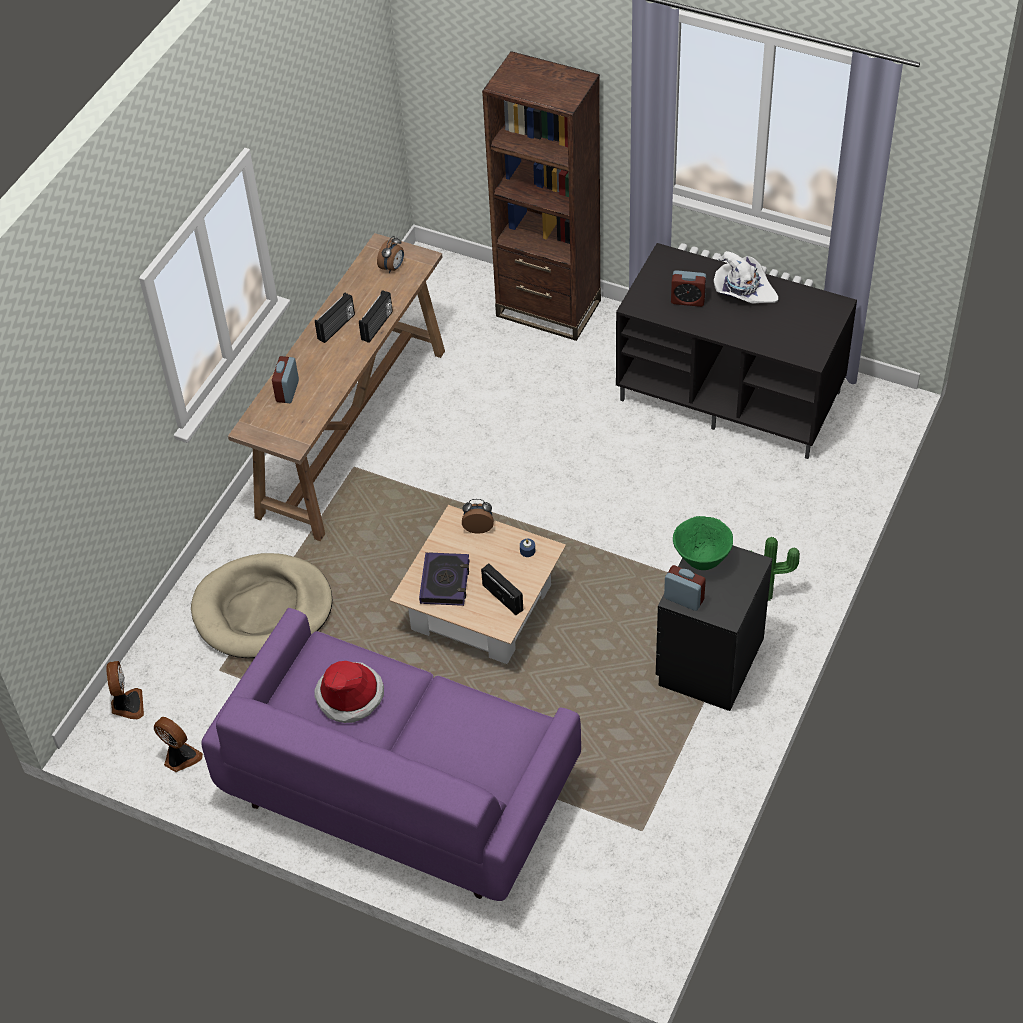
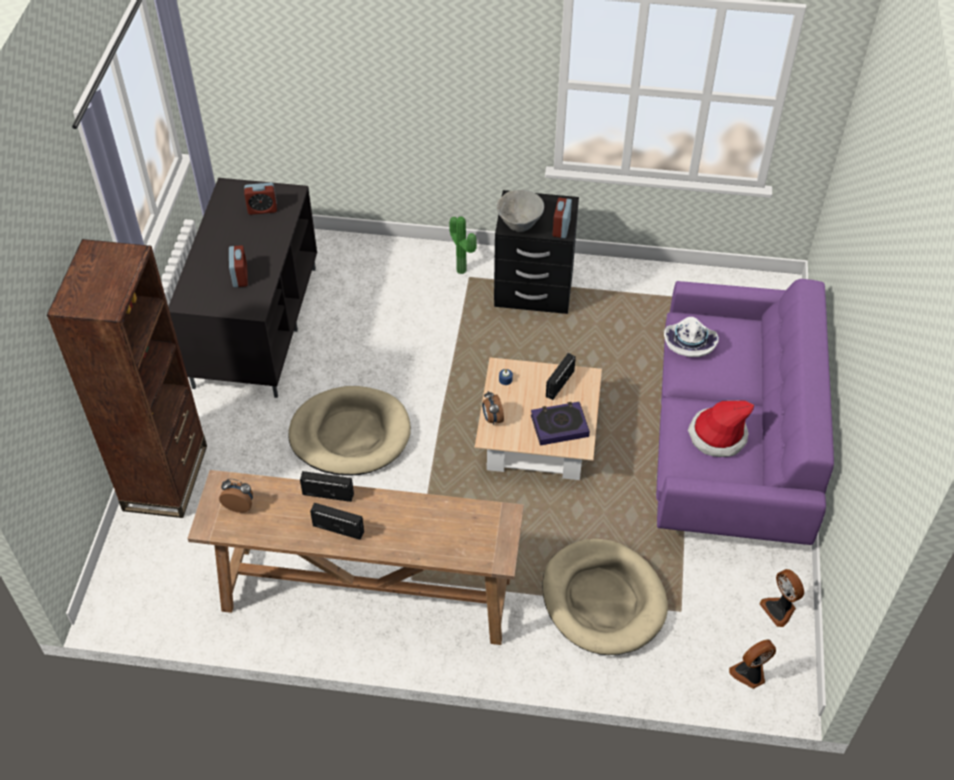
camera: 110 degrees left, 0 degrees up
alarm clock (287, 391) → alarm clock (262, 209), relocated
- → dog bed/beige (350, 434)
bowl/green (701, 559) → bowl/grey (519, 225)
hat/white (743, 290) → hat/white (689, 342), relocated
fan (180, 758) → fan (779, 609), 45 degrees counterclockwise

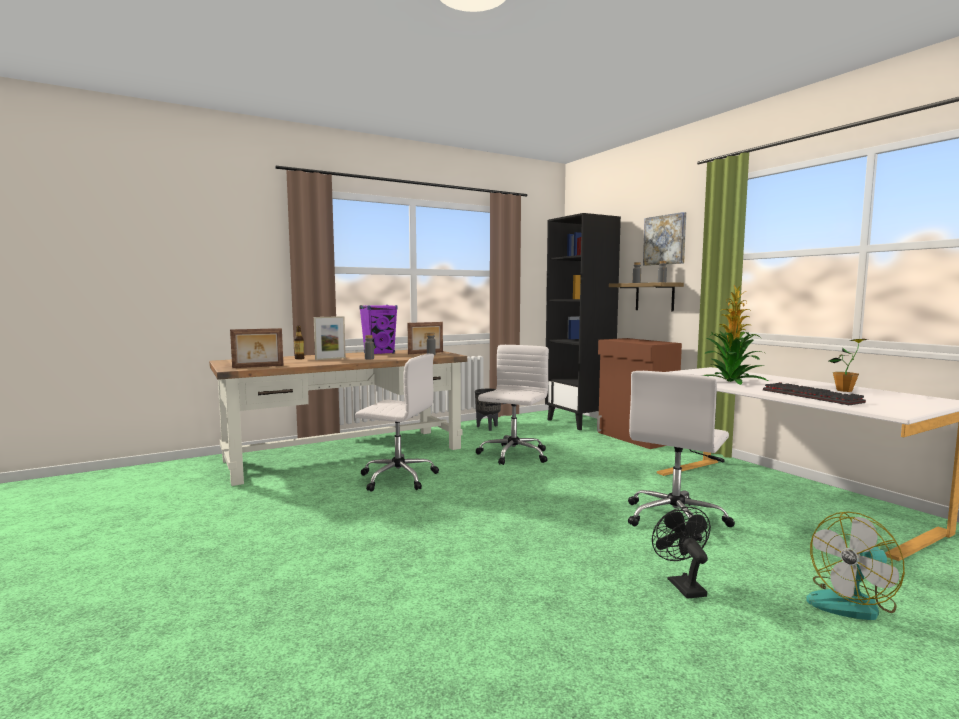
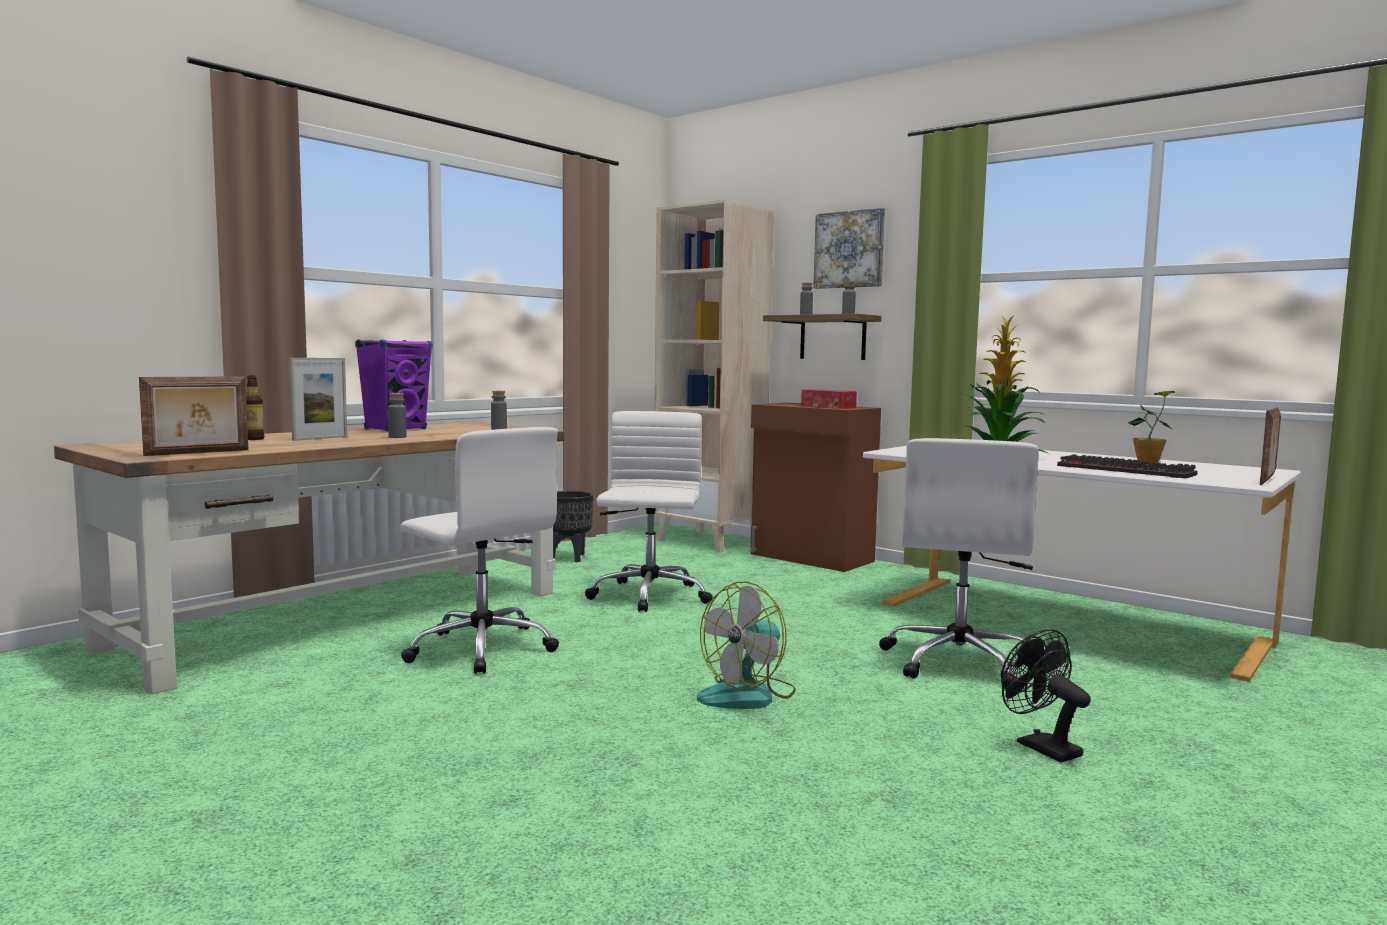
camera: 20 degrees left, 0 degrees up
office chair/white (397, 478) → office chair/white (481, 648), 45 degrees clockwise
bookcase/black (579, 422) → bookcase/beige (710, 541)
fan (852, 603) → fan (748, 695), relocated
- → tissue box (828, 407)
picture frame (426, 353) → picture frame (1268, 480), relocated

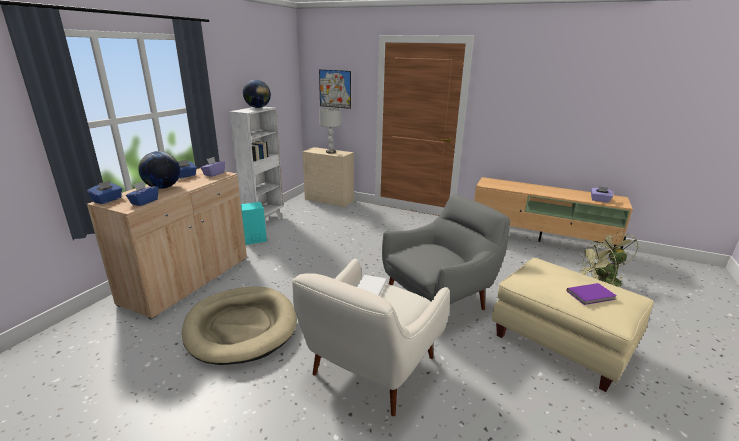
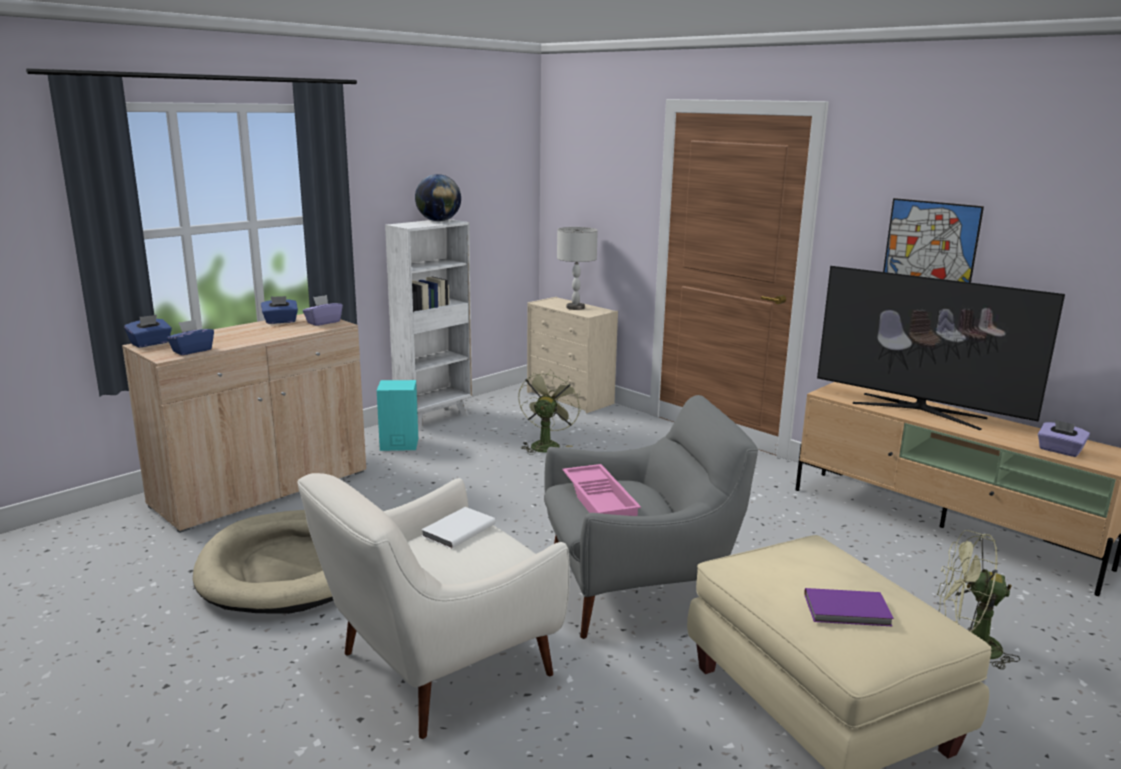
camera: 20 degrees right, 5 degrees down
fan/green (606, 279) → fan/green (546, 445), relocated
- → tray/pink (601, 500)
- → television (918, 410)
picture (335, 89) → picture (930, 246), relocated
globe (163, 187) → -

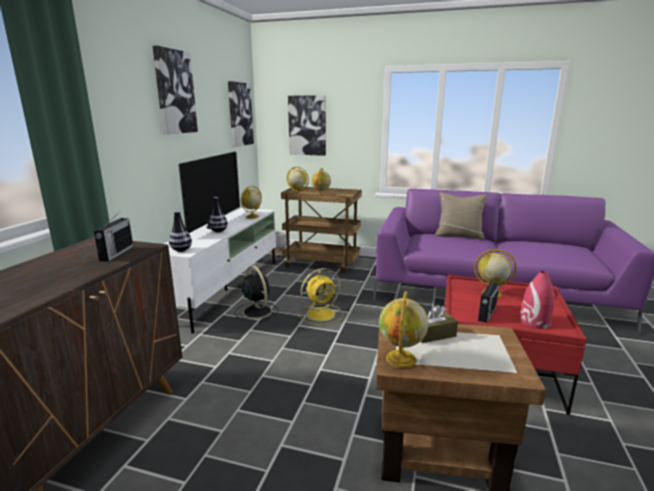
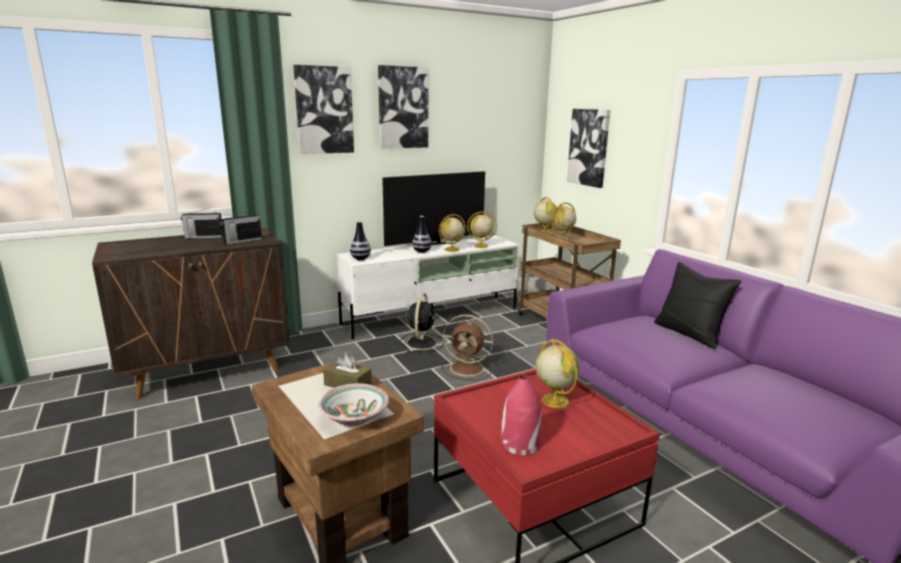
camera: 45 degrees right, 0 degrees up
radio (486, 314) → radio (203, 237), relocated
picture (239, 114) → picture (324, 110), relocated
- → bowl (355, 417)
globe (401, 359) → globe (451, 250), relocated
fan/yellow (322, 314) → fan/brown (468, 368)
pillow/beige (459, 235) → pillow/black (689, 333)

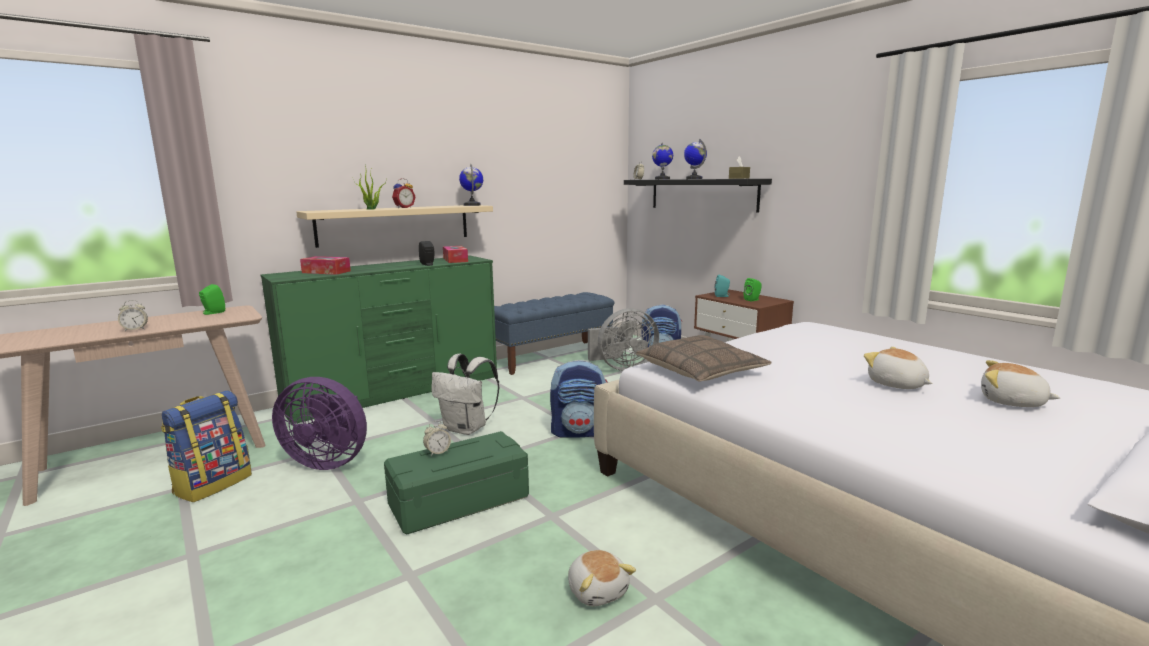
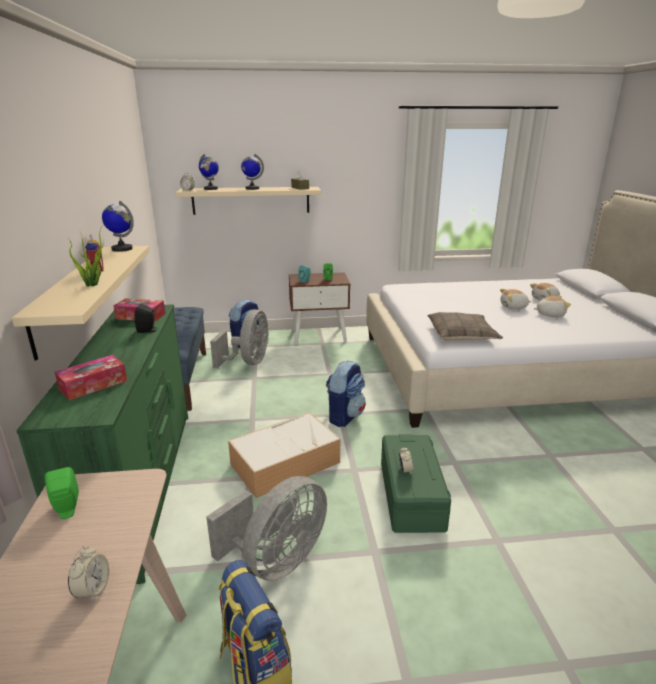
camera: 60 degrees left, 10 degrees up
shelf/black (702, 194) → shelf/beige (251, 200)
fan/purple (329, 461) → fan/grey (277, 561)
backpack/white (467, 428) → storage box (286, 462)
plush toy (598, 590) → plush toy (550, 314), relocated

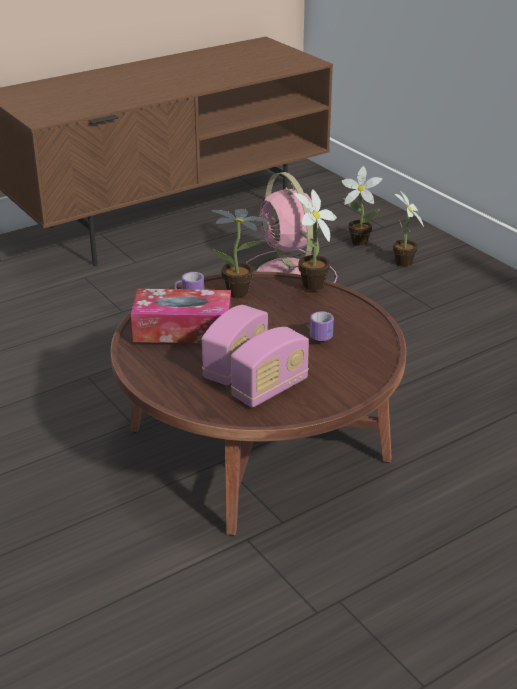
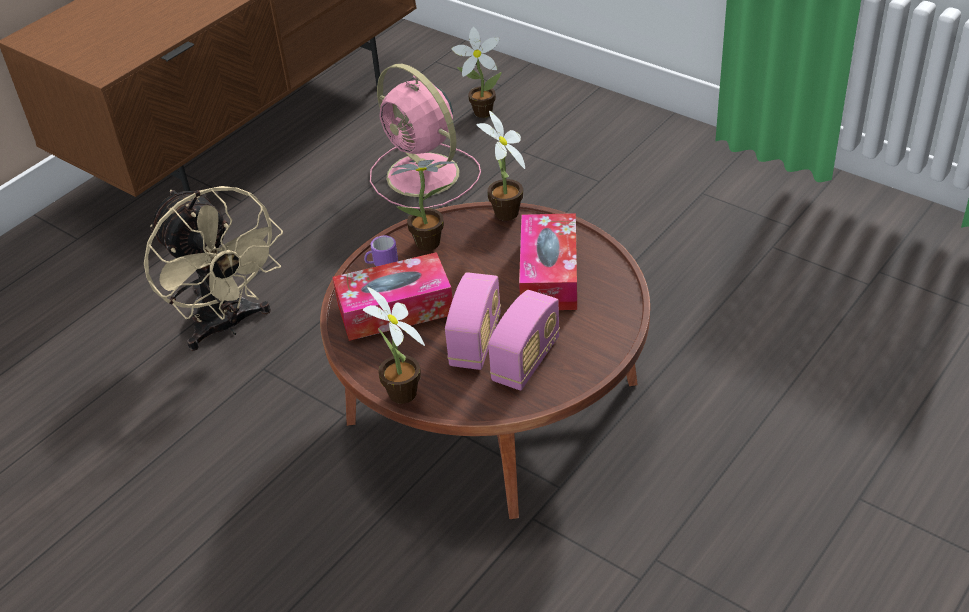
camera: 15 degrees left, 10 degrees up
- → fan/beige (227, 325)
potted plant (403, 264) → potted plant (402, 397), relocated
mug (325, 334) → tissue box (549, 274)

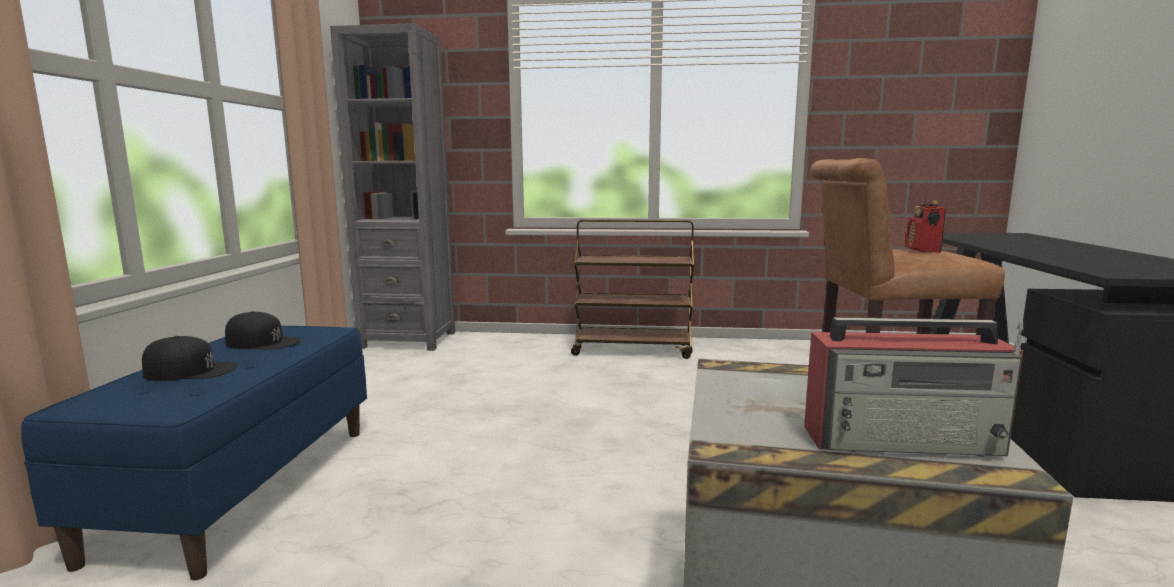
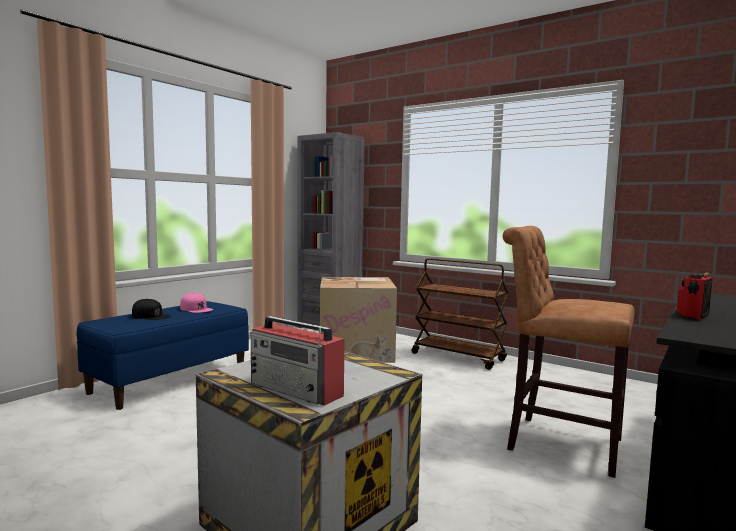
camera: 30 degrees right, 5 degrees down
cap/black (263, 342) → cap/pink (196, 309)
- → cardboard box (357, 351)
radio (923, 250) → radio (692, 315), relocated

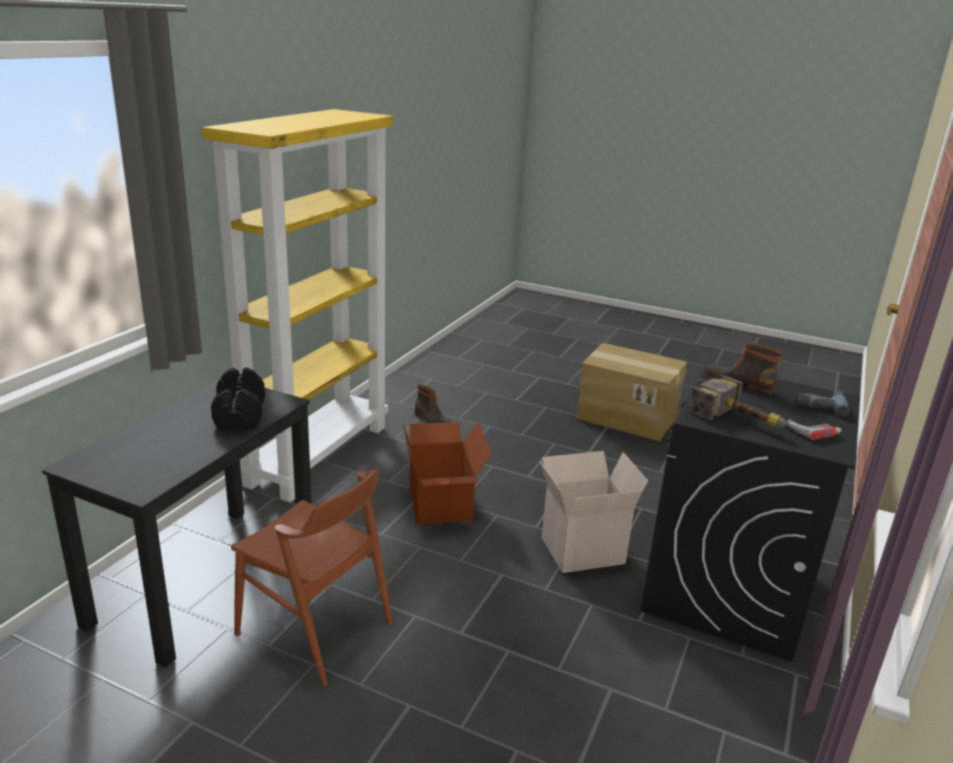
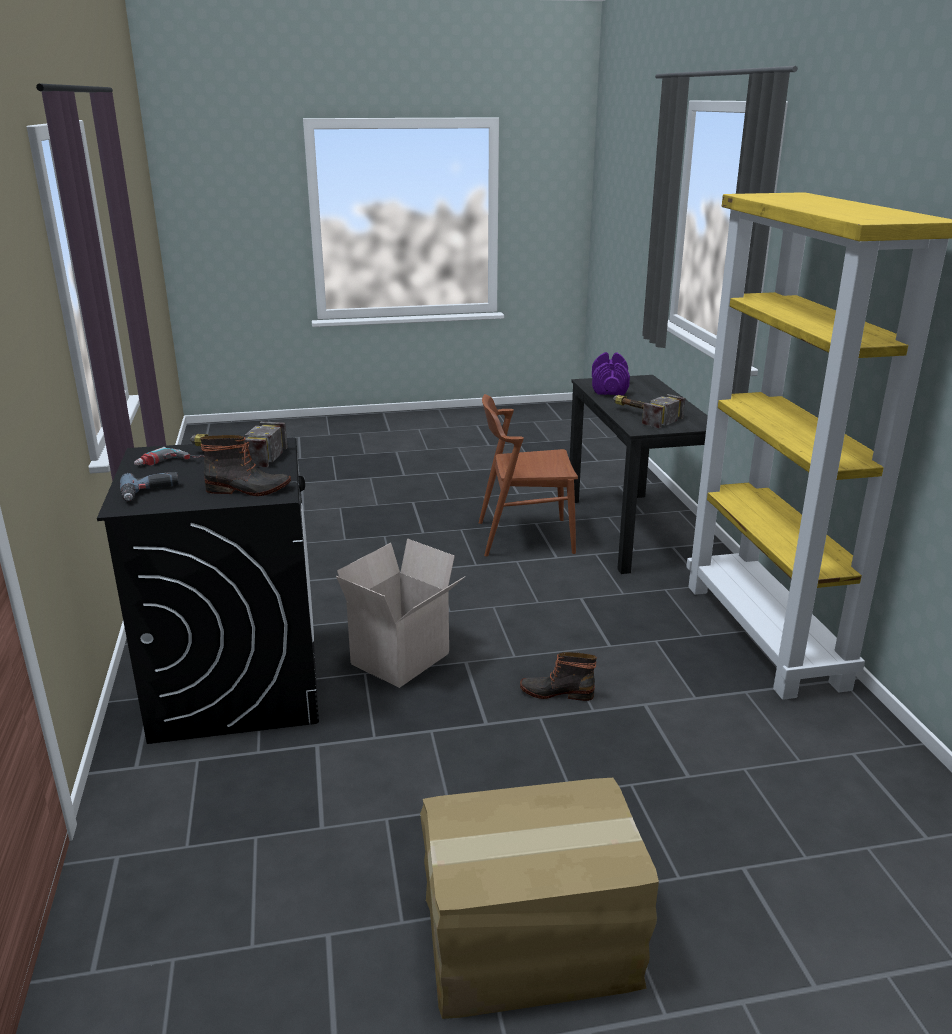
camera: 145 degrees right, 0 degrees up
boot (431, 420) → boot (557, 692), relocated
- → dumbbell/purple (609, 388)
dumbbell/black (240, 415) → hammer (641, 415)
cardboard box (441, 503) → -

